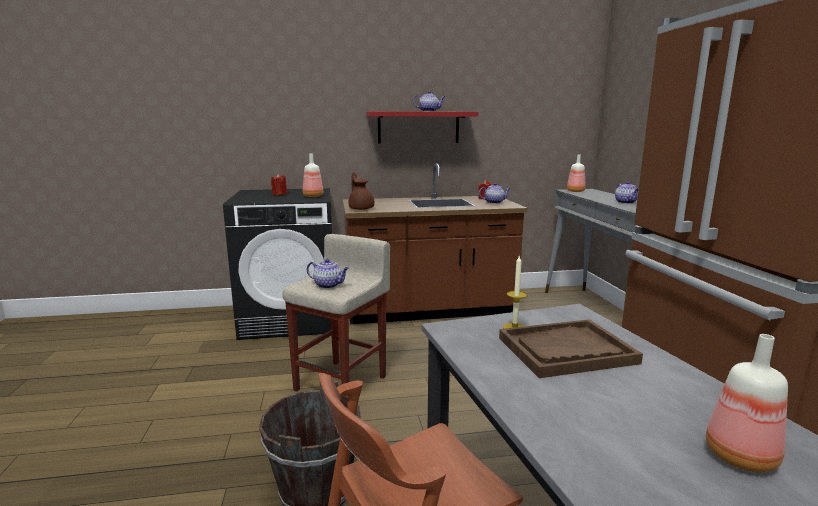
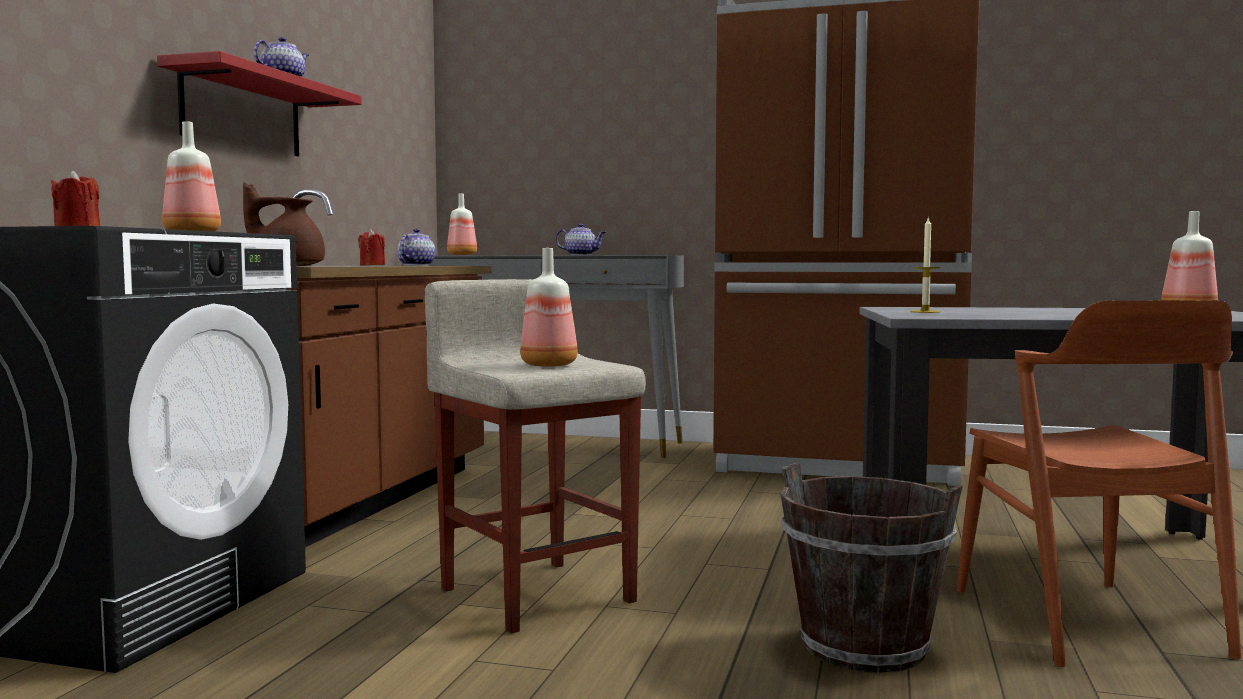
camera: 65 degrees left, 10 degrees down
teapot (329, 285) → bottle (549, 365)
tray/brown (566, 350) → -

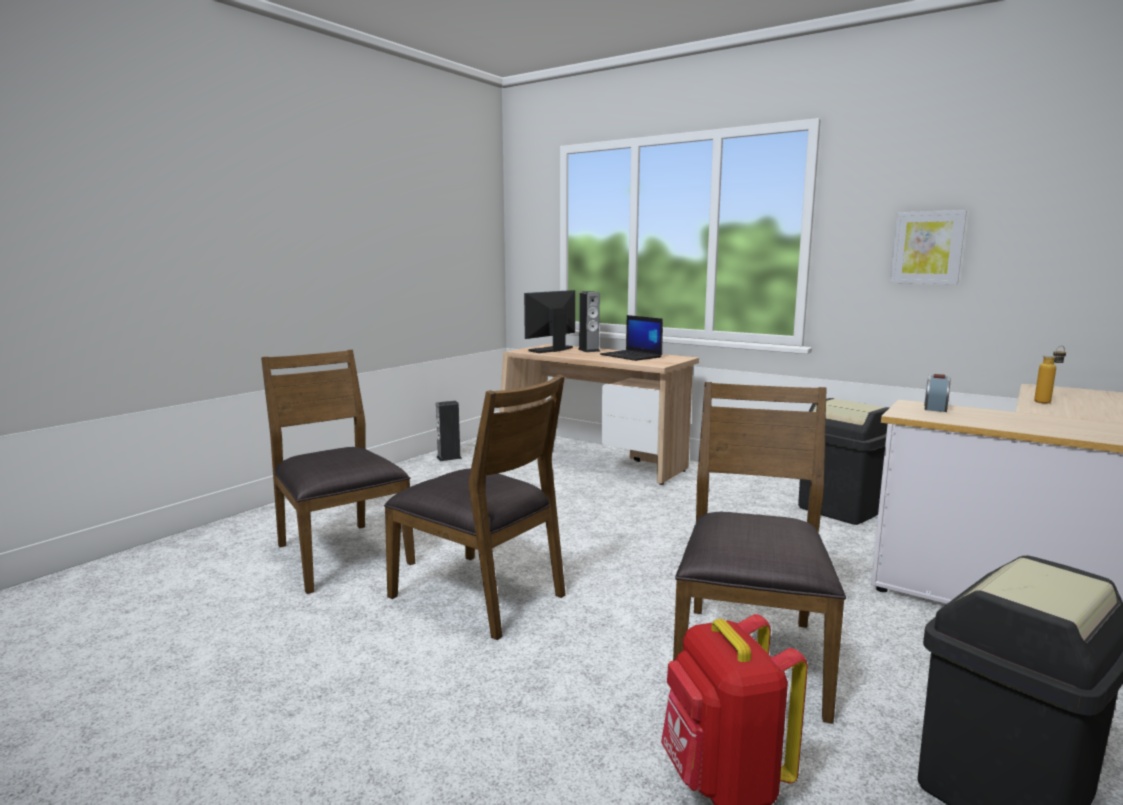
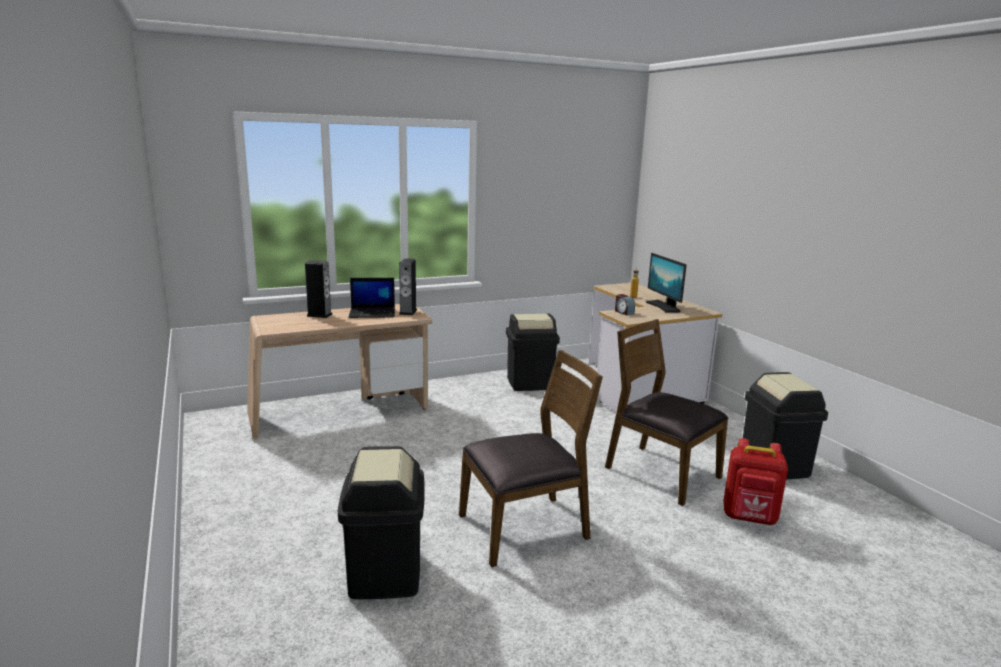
camera: 60 degrees left, 5 degrees up
chair/brown (341, 554) → trash can/black (384, 573)
speaker (449, 457) → speaker (408, 312), relocated
monitor (552, 350) → monitor (664, 307), relocated
picture (927, 247) → -

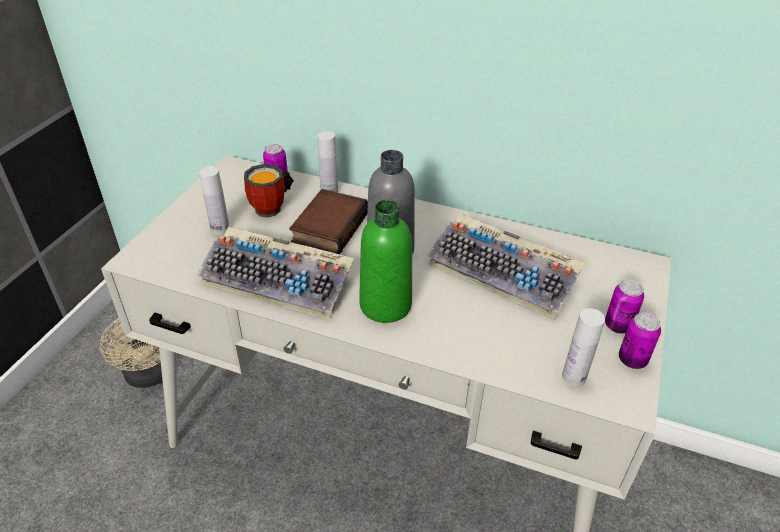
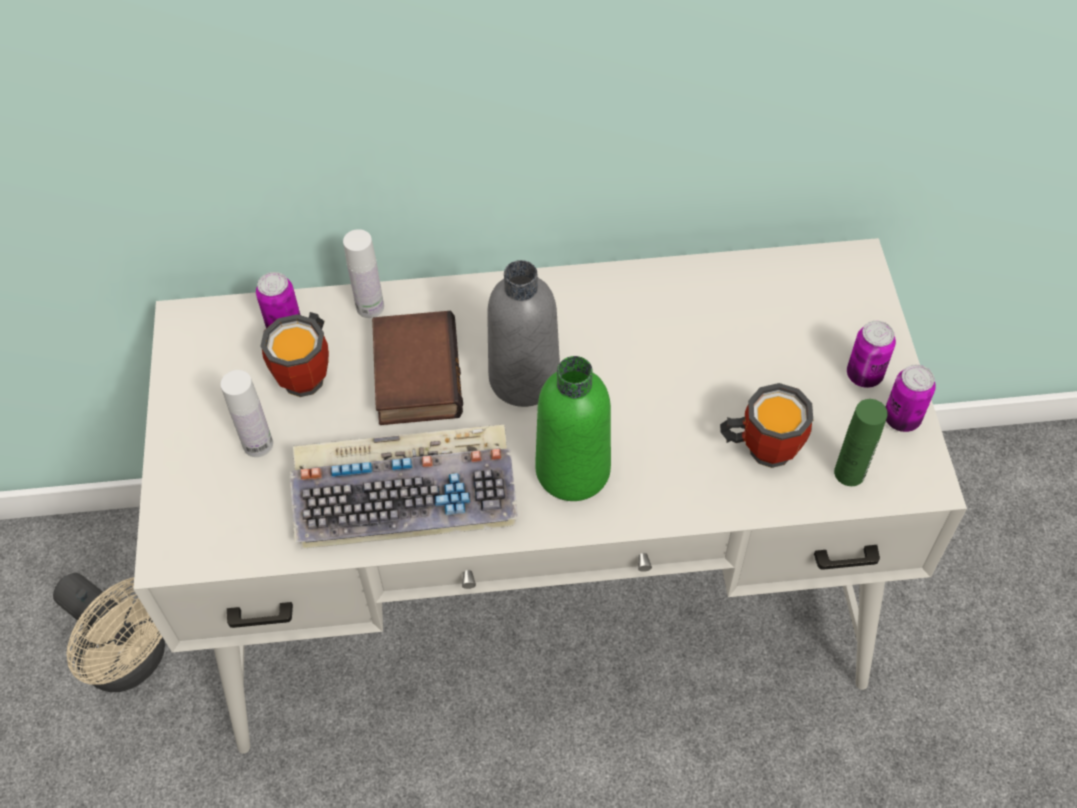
camera: 25 degrees left, 15 degrees up
- → mug (761, 446)
bottle/white (574, 377) → bottle/green (849, 473)
keyboard (504, 273) → -

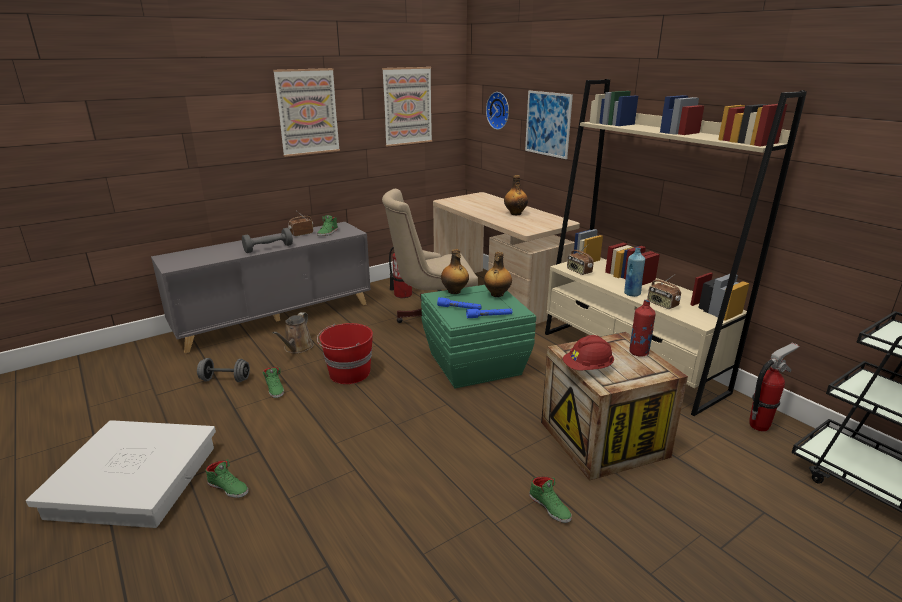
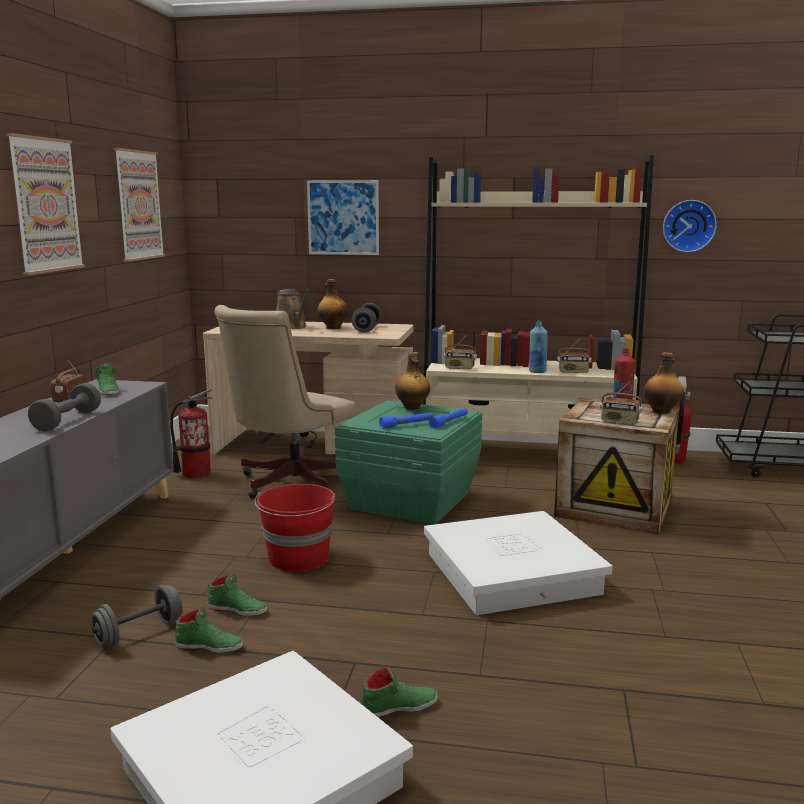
camera: 45 degrees left, 10 degrees down
shoe/green (550, 507) → shoe/green (209, 645), relocated
watering can/brown (297, 348) → watering can/brown (292, 327), relocated
- → dumbbell/grey (367, 329)
- → storage box/white (512, 573)
hard hat/red (587, 368) → radio (619, 422)
bottle (454, 291) → bottle (662, 412), relocated
wall clock (499, 110) → wall clock (688, 226), relocated

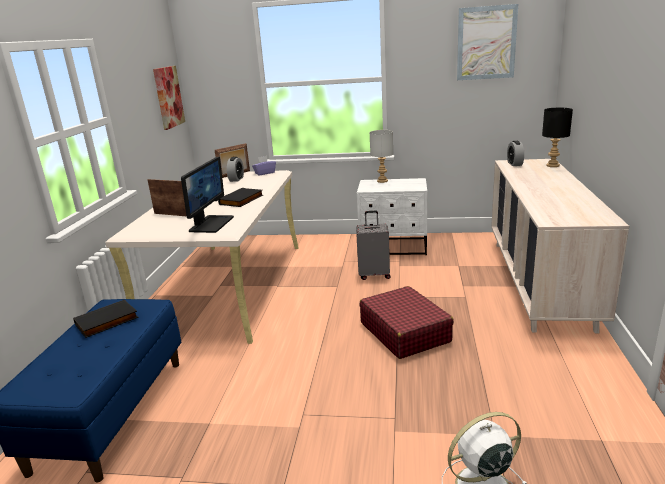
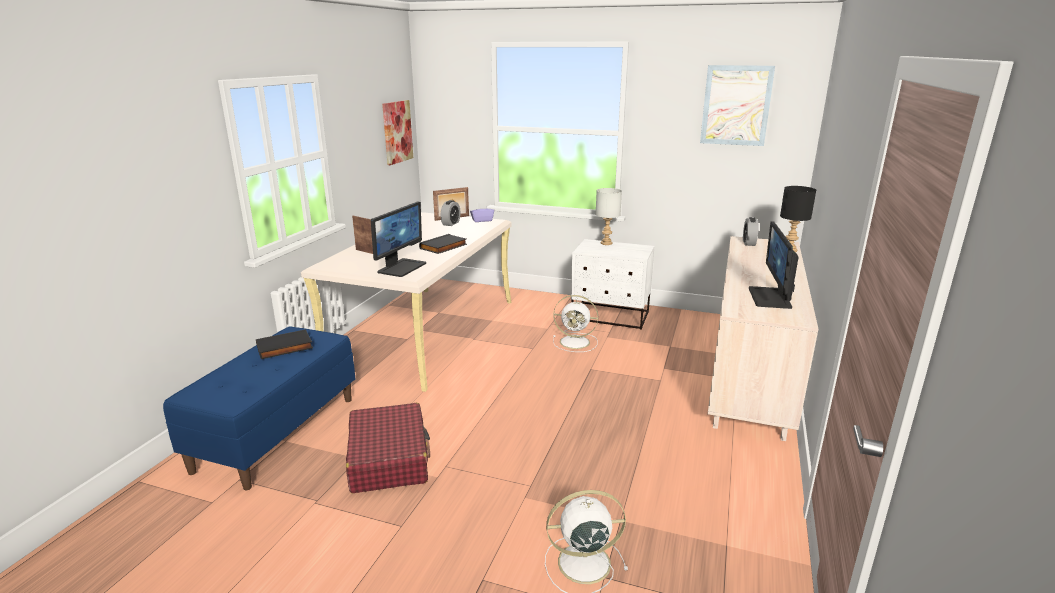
camera: 10 degrees right, 0 degrees up
suitcase/red (404, 332) → suitcase/red (389, 459), relocated
suitcase/grey (374, 275) → fan/white (576, 342)
- → monitor (770, 298)

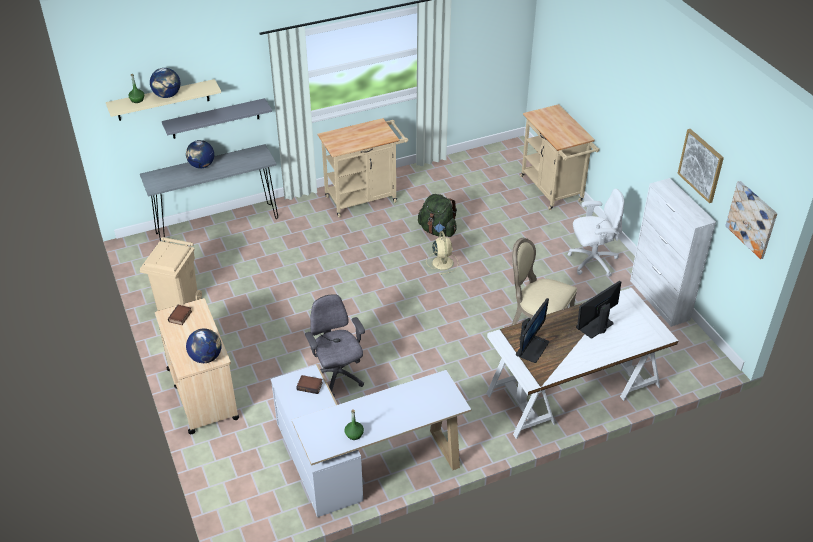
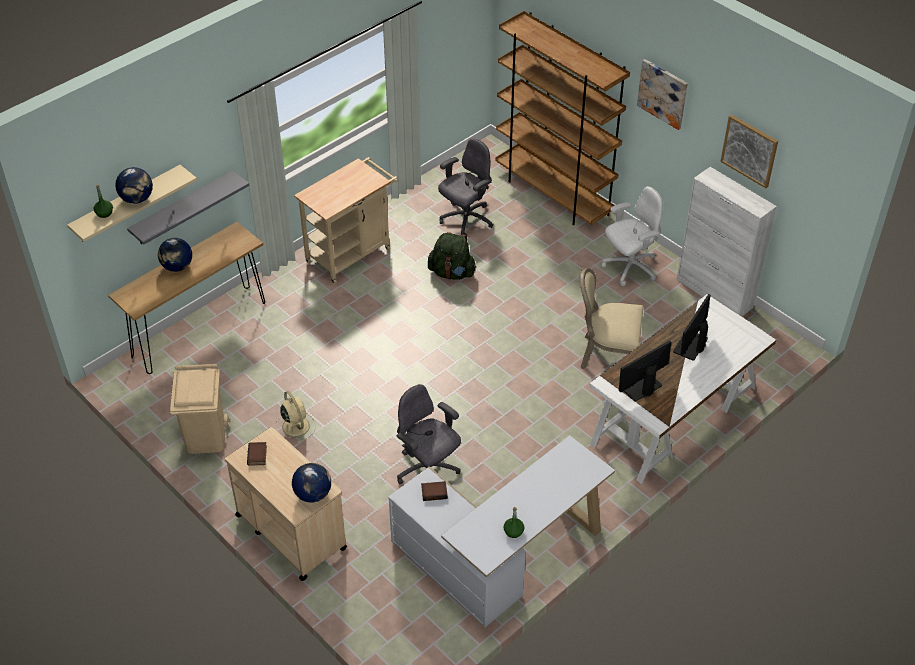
camera: 20 degrees left, 5 degrees up
console table/grey (217, 226) → console table/brown (199, 329)
fan/beige (442, 262) → fan/beige (295, 426), relocated
- → office chair/grey (466, 220)
cart/beige (553, 191) → bookcase/brown (553, 195)
monitor (531, 348) → monitor (641, 387), 135 degrees counterclockwise
picture (752, 219) → picture (663, 93), relocated

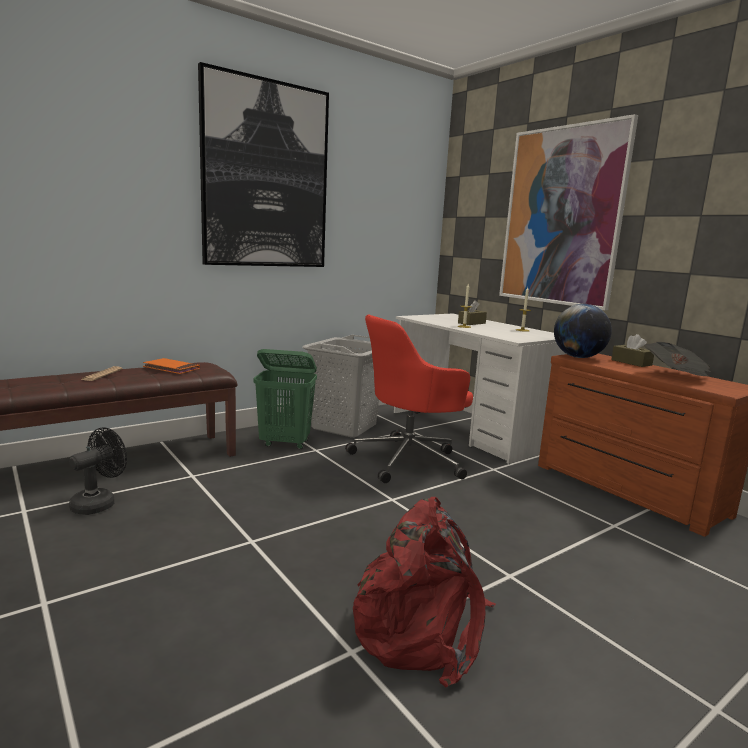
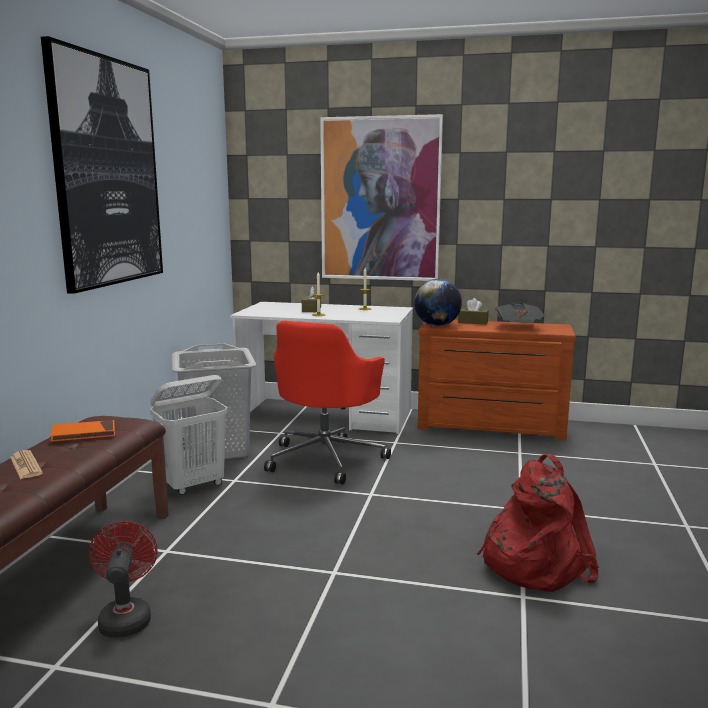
camera: 40 degrees left, 0 degrees up
fan/black (99, 503) → fan/red (126, 617)
laundry basket/green (285, 443) → laundry basket/white (194, 485)

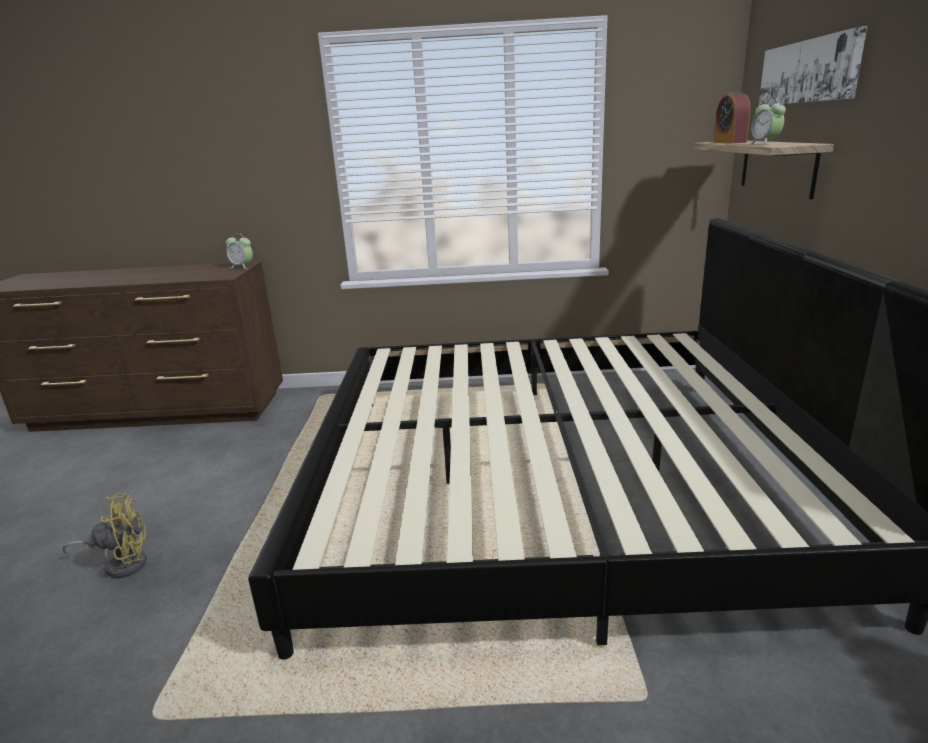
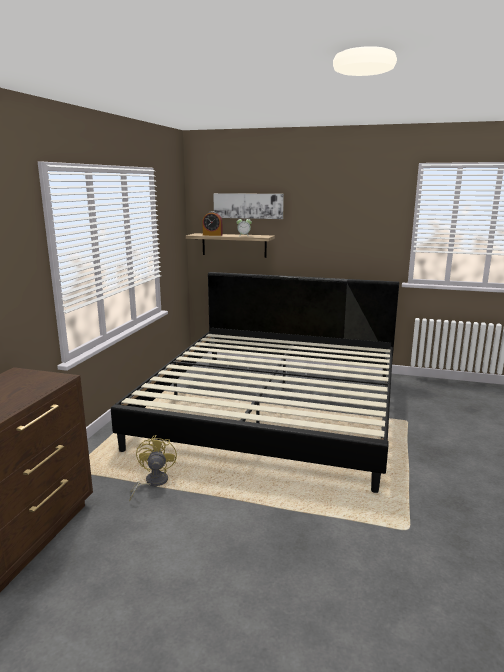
camera: 75 degrees left, 5 degrees down
fan/yellow (122, 563) → fan/yellow (152, 483), relocated
alarm clock (242, 267) → -

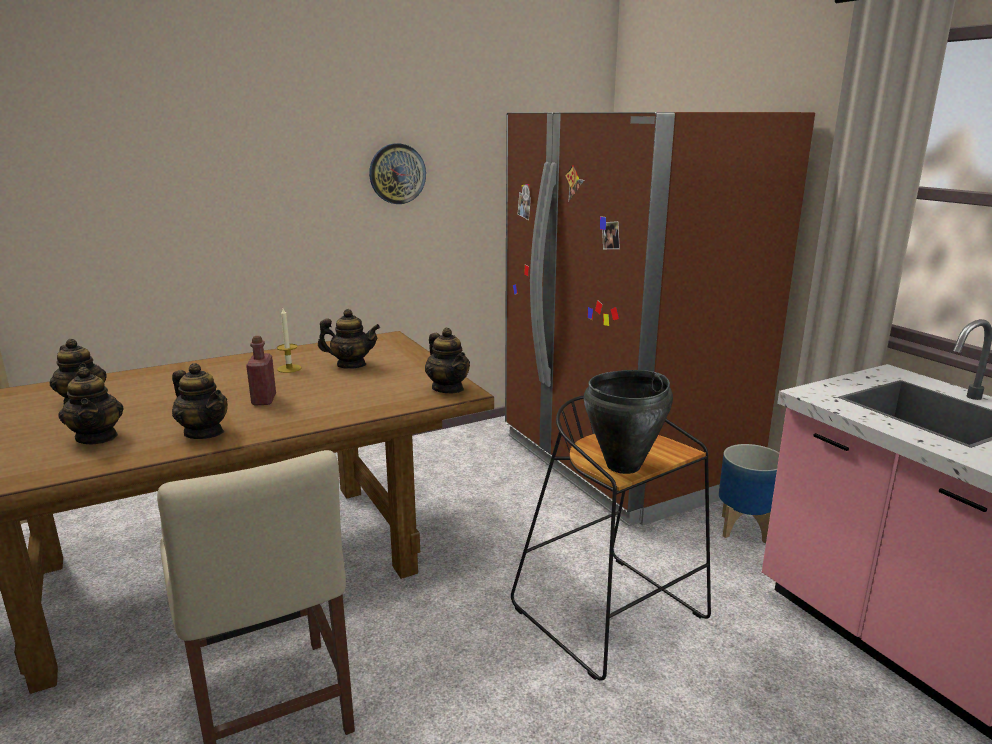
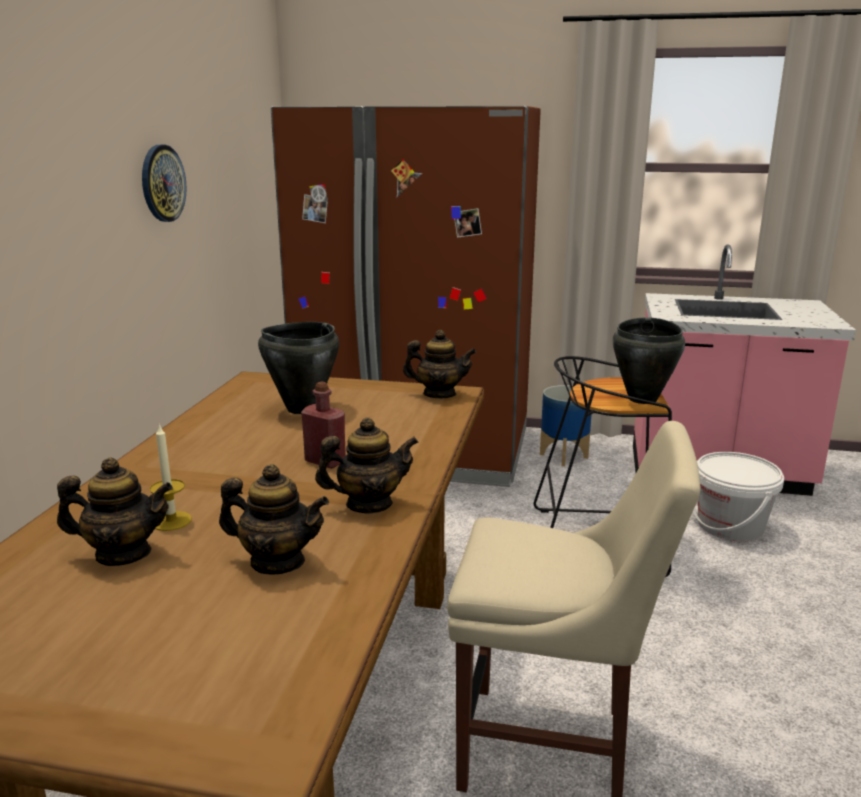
camera: 50 degrees left, 0 degrees up
candle (289, 368) → candle (171, 521), relocated
teapot (351, 365) → cooking pot/black (302, 409)
- → bucket/white (730, 526)

